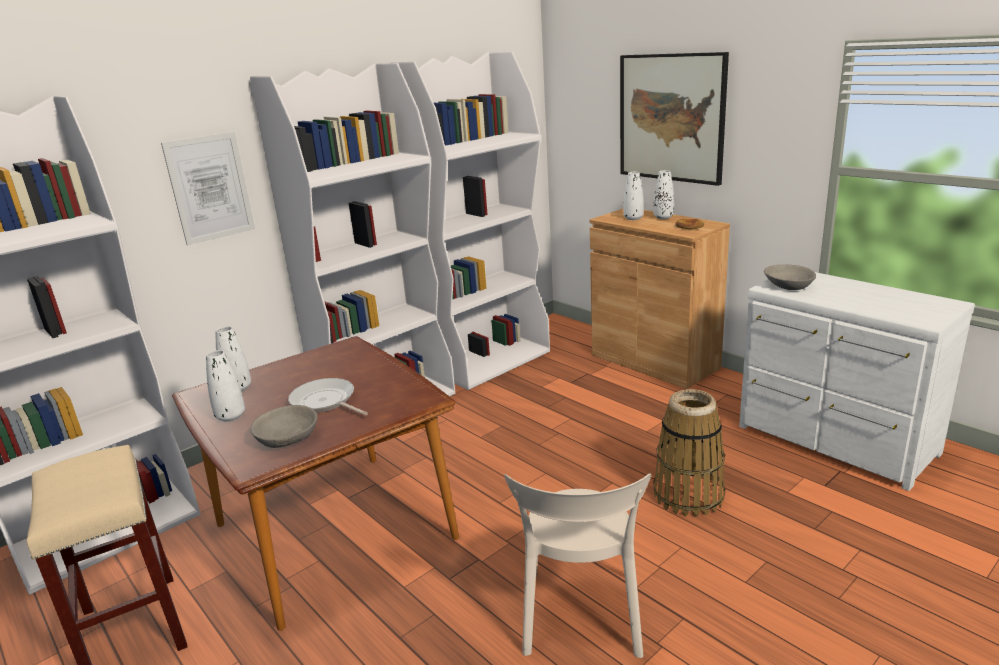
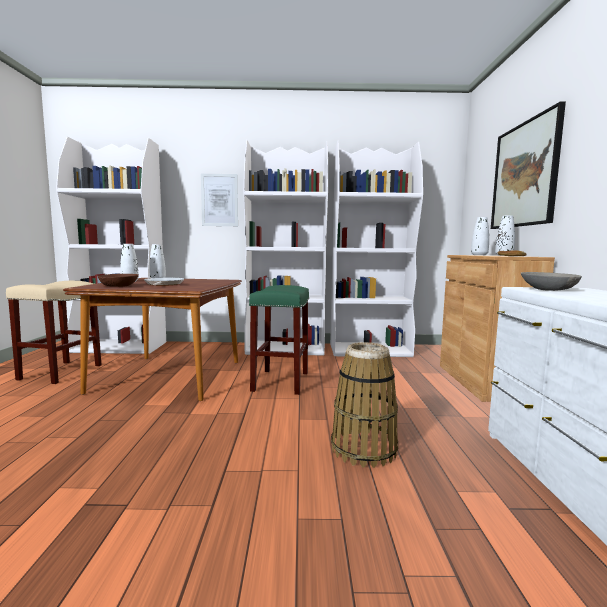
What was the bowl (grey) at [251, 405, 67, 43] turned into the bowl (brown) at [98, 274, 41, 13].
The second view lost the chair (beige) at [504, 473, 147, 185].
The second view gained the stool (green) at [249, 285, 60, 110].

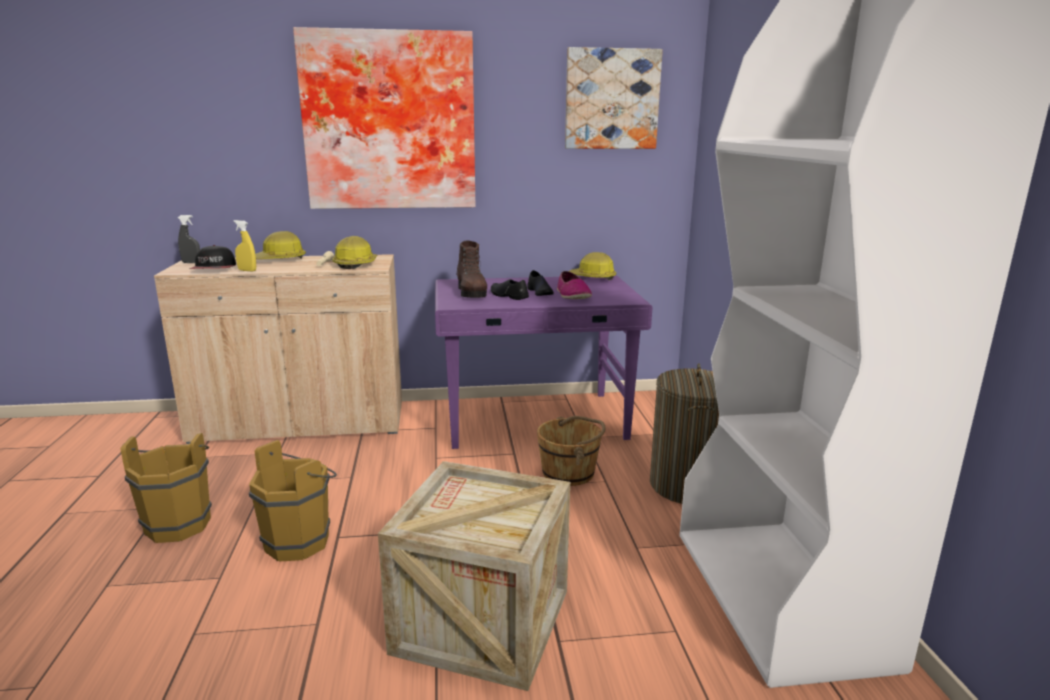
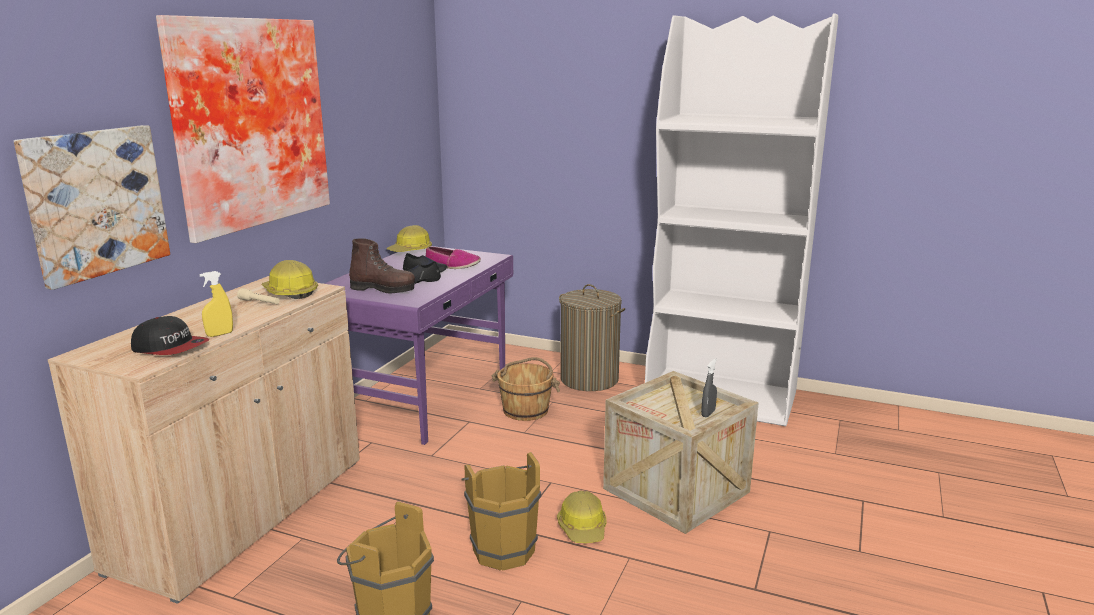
The spray bottle (grey) ended up elsewhere, having gone from [178, 215, 22, 48] to [701, 358, 16, 59].
The hard hat ended up elsewhere, having gone from [255, 231, 51, 28] to [557, 490, 49, 53].
The picture ended up elsewhere, having gone from [565, 47, 98, 102] to [14, 125, 156, 165].

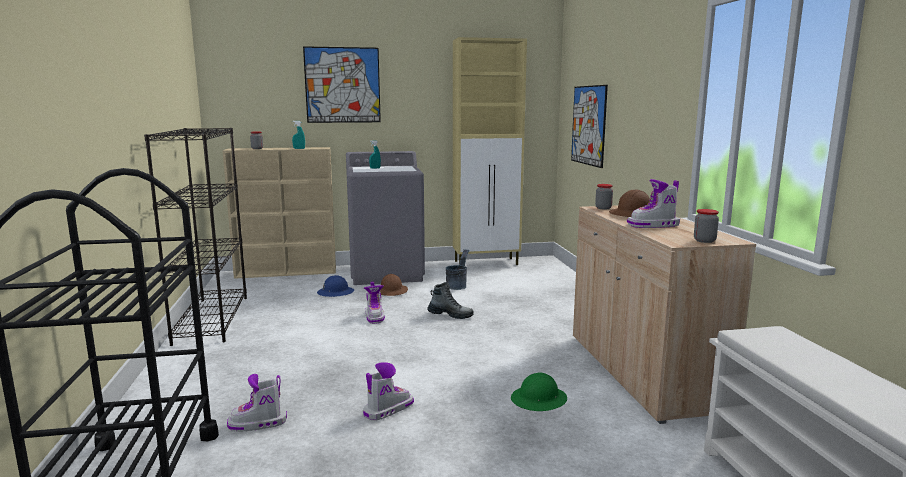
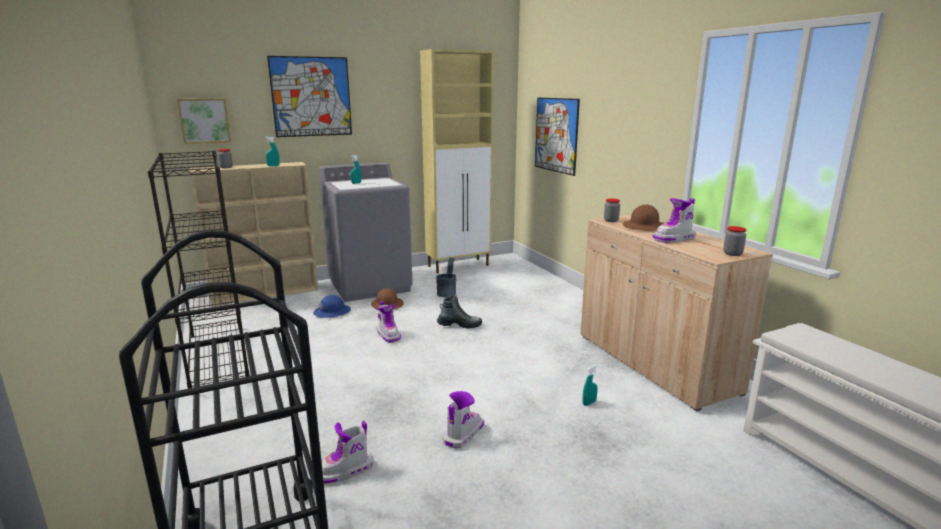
Where the hard hat (green) stood at [511, 373, 56, 38], the spray bottle (turquoise) came to stand at [583, 365, 15, 41].
The second view gained the picture at [177, 99, 54, 45].

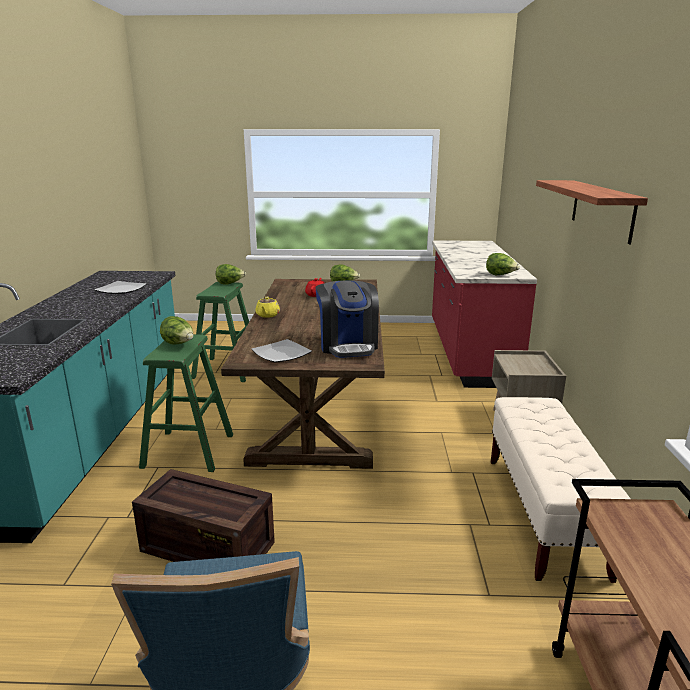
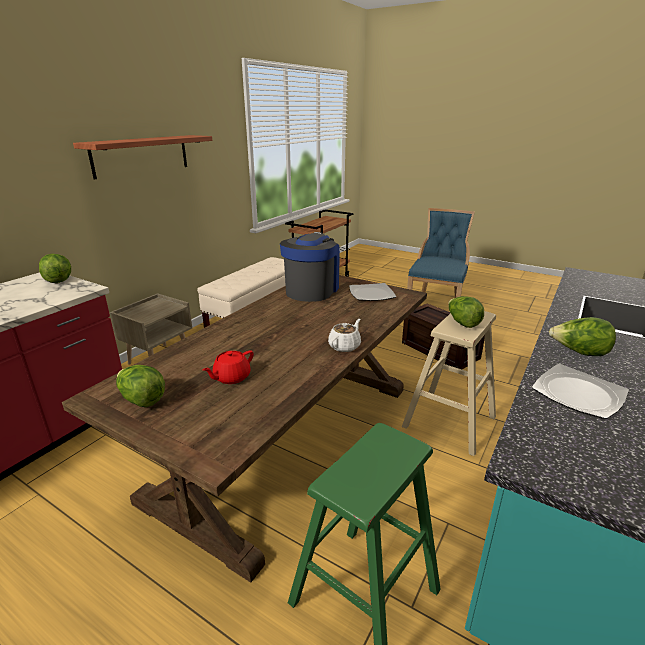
What was the stool (green) at [139, 334, 94, 138] turned into the stool (beige) at [402, 311, 94, 145].
The lettuce ended up elsewhere, having gone from [216, 264, 30, 21] to [549, 317, 67, 39].
What was the teapot (yellow) at [255, 297, 25, 21] turned into the teapot (white) at [328, 319, 33, 33].

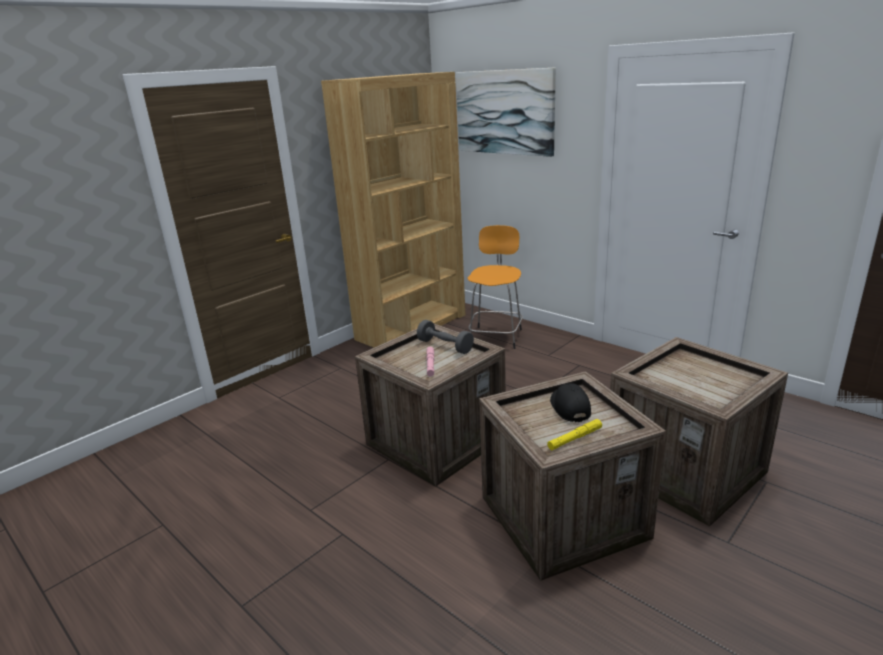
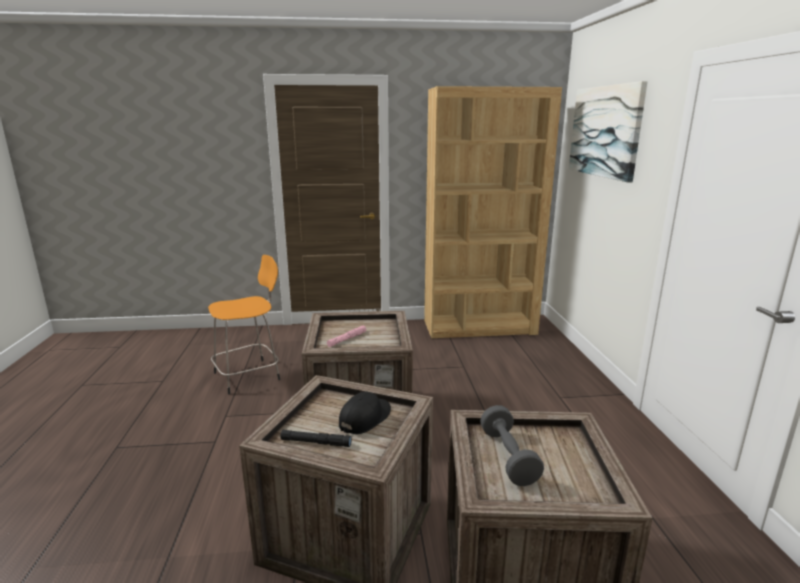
The dumbbell (grey) ended up elsewhere, having gone from [417, 320, 57, 34] to [480, 405, 64, 81].
The stool (orange) ended up elsewhere, having gone from [468, 225, 55, 124] to [208, 255, 72, 140].
What was the flashlight (yellow) at [547, 419, 55, 31] turned into the flashlight (black) at [280, 430, 72, 17].

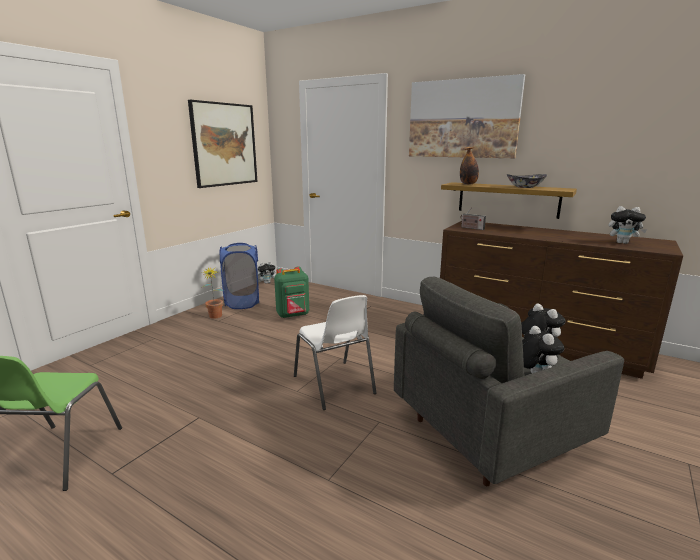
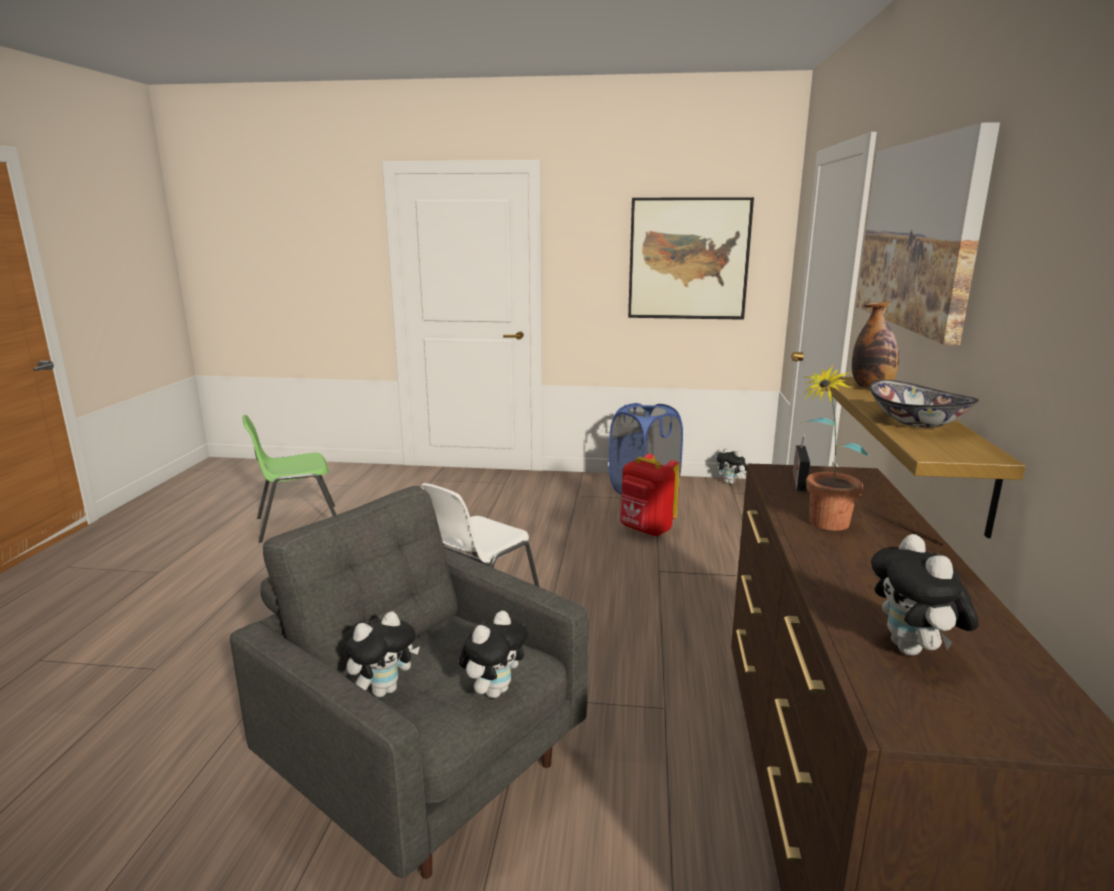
The potted plant ended up elsewhere, having gone from [201, 268, 23, 51] to [800, 364, 69, 167].
What was the backpack (green) at [274, 266, 35, 52] turned into the backpack (red) at [620, 454, 60, 83].

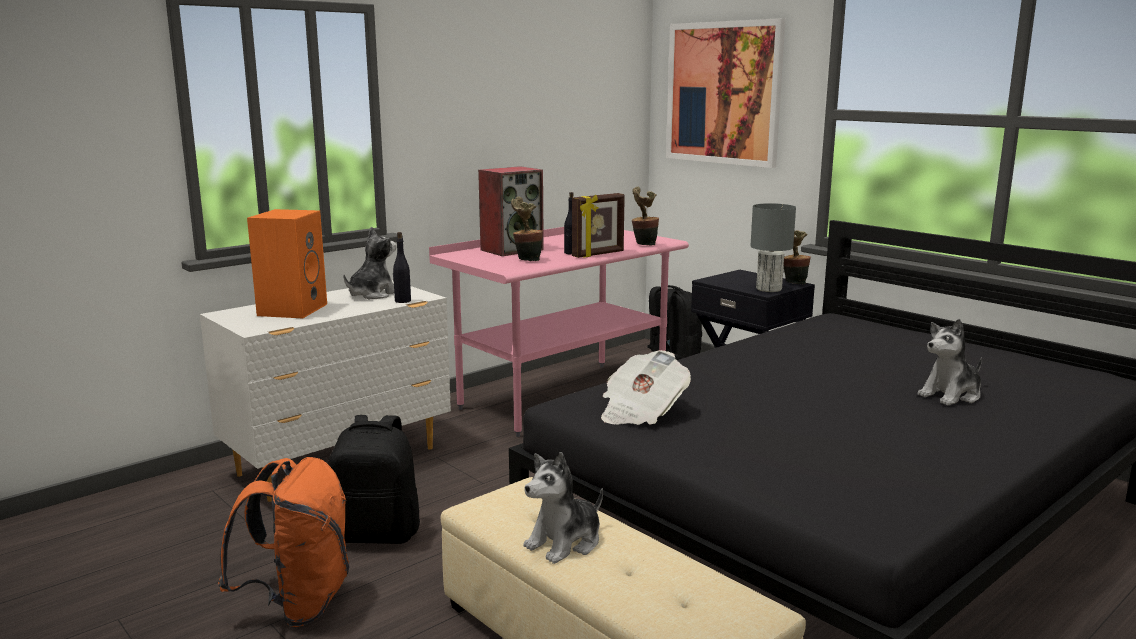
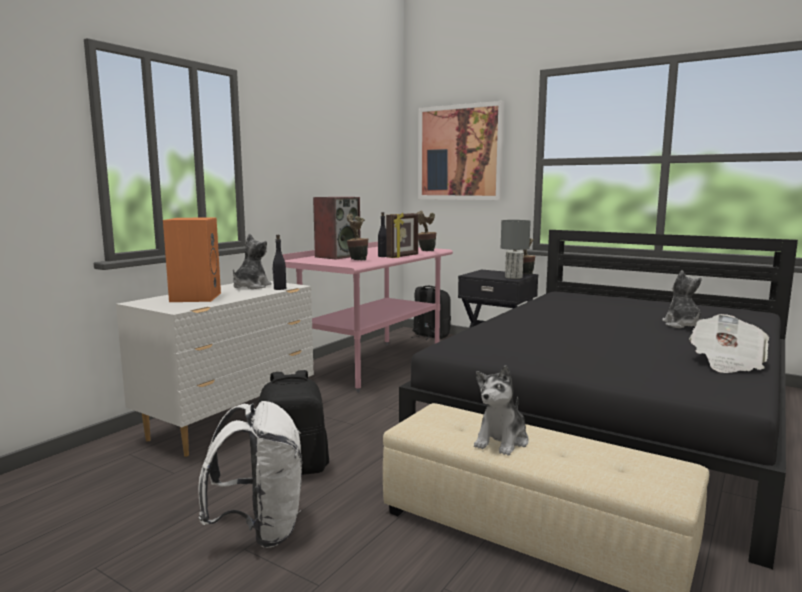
What was the backpack (orange) at [218, 457, 131, 170] turned into the backpack (white) at [198, 401, 104, 147].
The newspaper ended up elsewhere, having gone from [601, 350, 90, 75] to [689, 314, 80, 59].
The plush toy at [917, 319, 65, 87] ended up facing another way, 135 degrees clockwise from before.

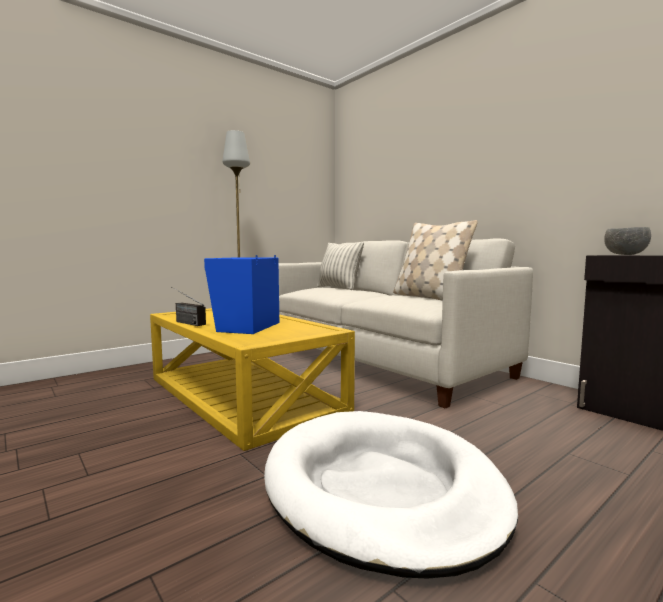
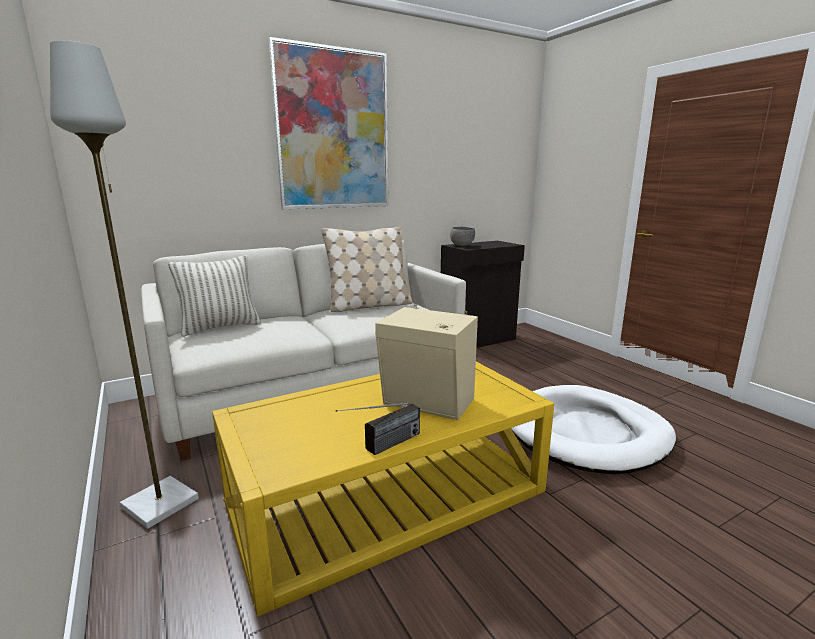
What was the speaker (blue) at [204, 255, 75, 79] turned into the speaker (beige) at [375, 305, 103, 115].
The second view gained the picture at [268, 37, 120, 172].

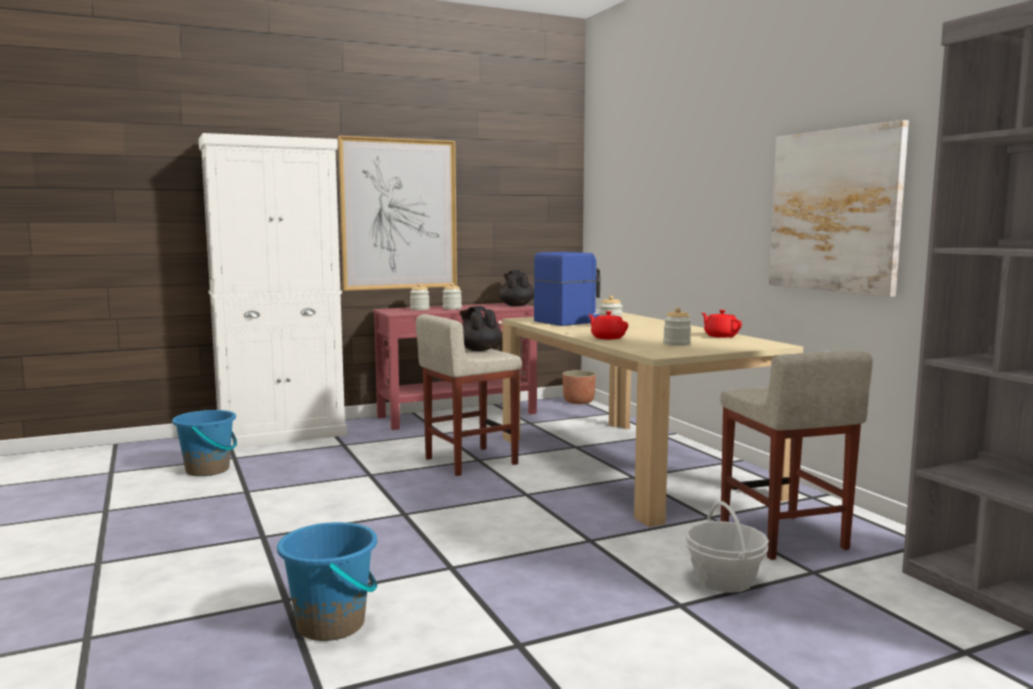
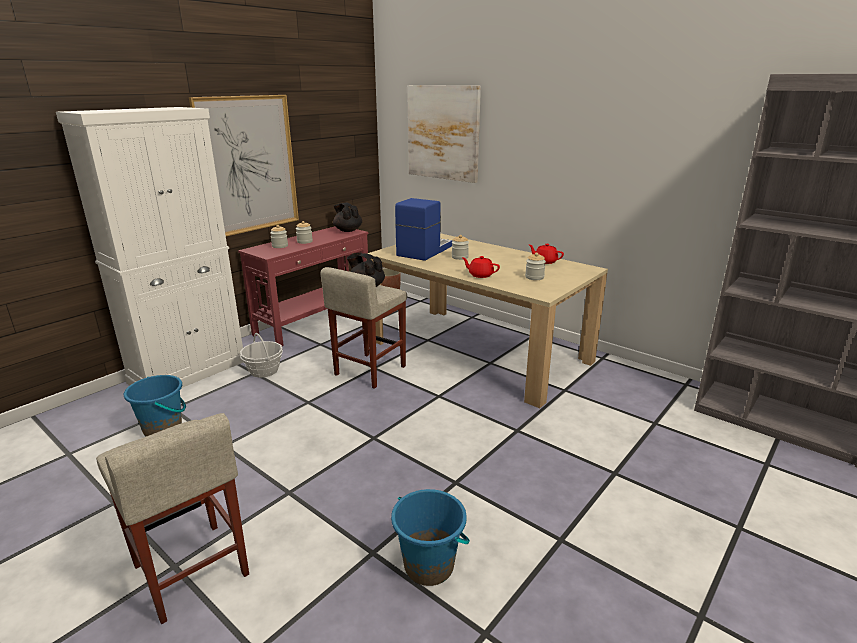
The basket ended up elsewhere, having gone from [684, 501, 85, 92] to [240, 333, 43, 45].
The stool (beige) ended up elsewhere, having gone from [721, 351, 152, 209] to [96, 413, 153, 211].
The picture ended up elsewhere, having gone from [769, 120, 140, 177] to [407, 85, 74, 98].

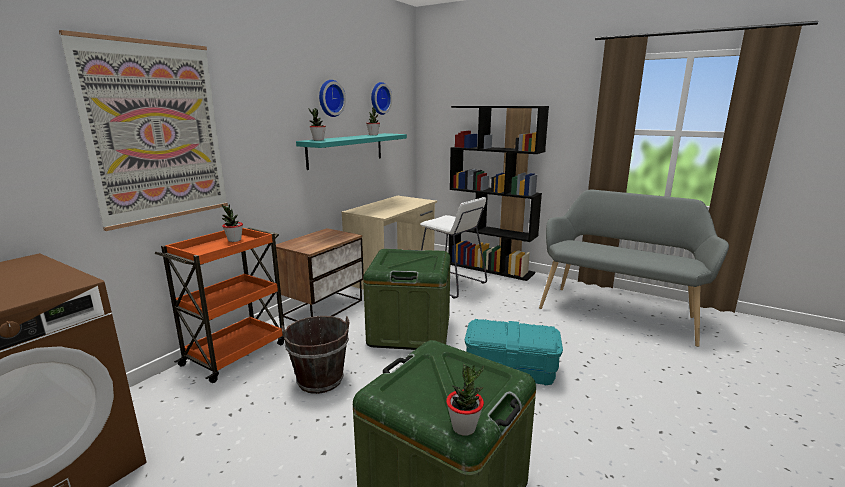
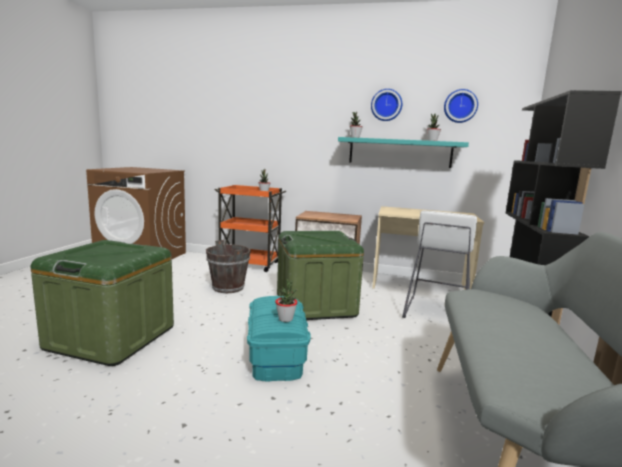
The second view lost the picture at [59, 30, 169, 201].
The potted plant ended up elsewhere, having gone from [446, 364, 38, 72] to [275, 279, 23, 43].

